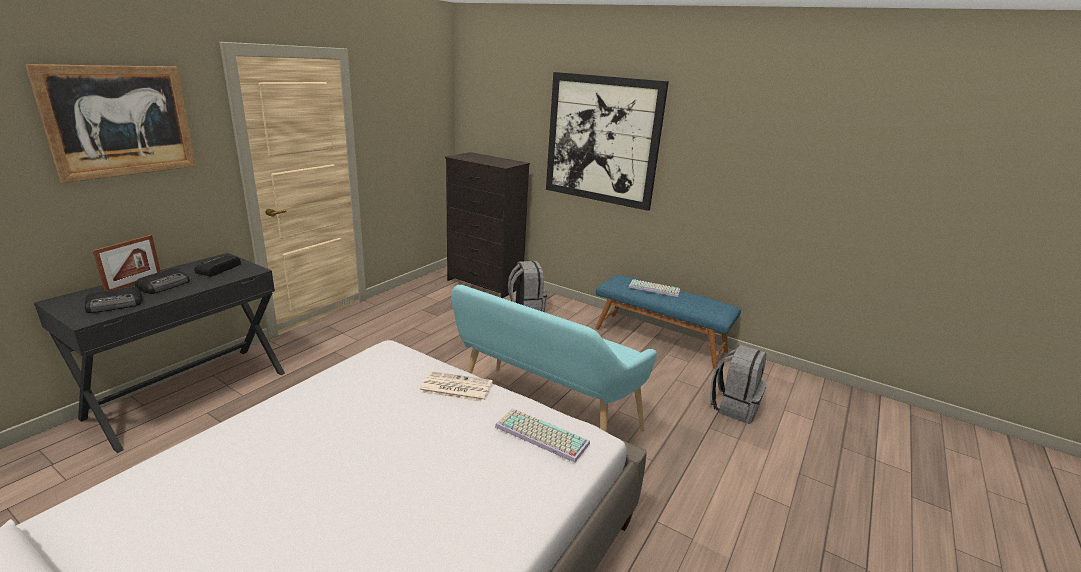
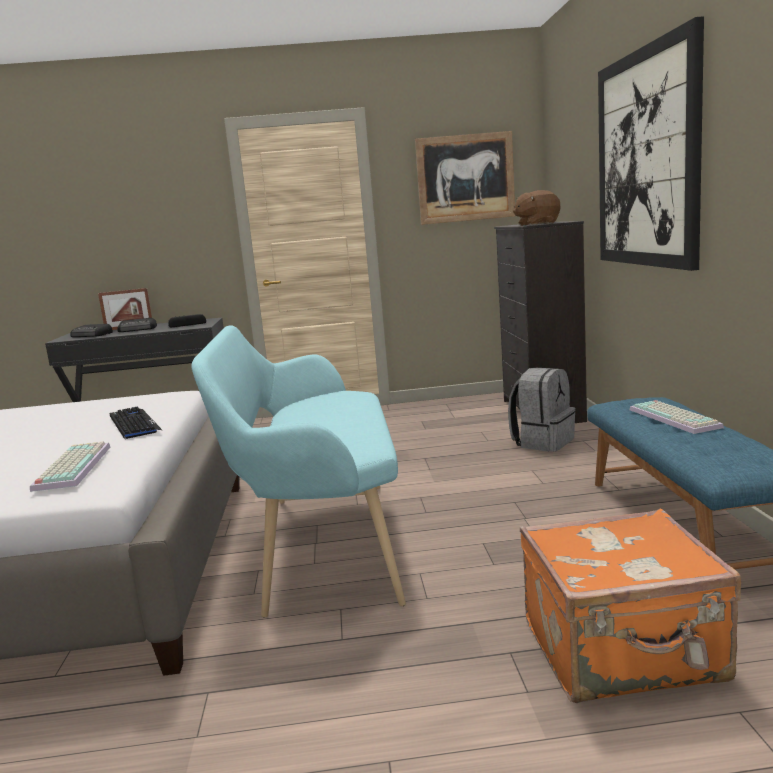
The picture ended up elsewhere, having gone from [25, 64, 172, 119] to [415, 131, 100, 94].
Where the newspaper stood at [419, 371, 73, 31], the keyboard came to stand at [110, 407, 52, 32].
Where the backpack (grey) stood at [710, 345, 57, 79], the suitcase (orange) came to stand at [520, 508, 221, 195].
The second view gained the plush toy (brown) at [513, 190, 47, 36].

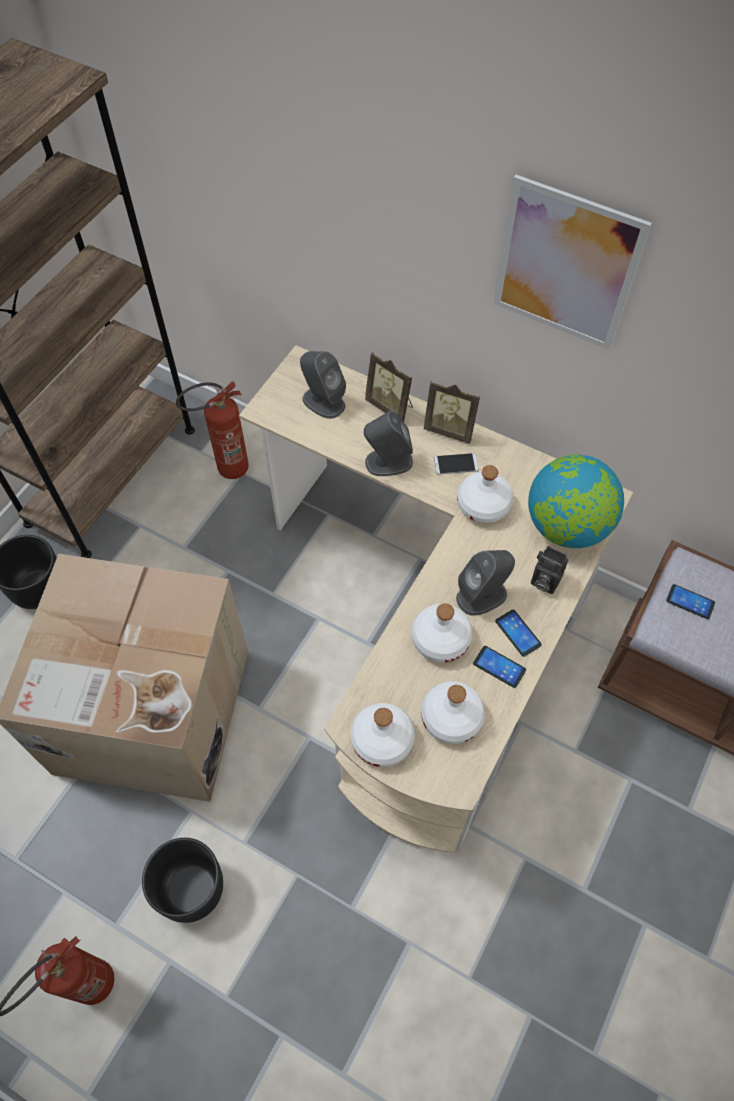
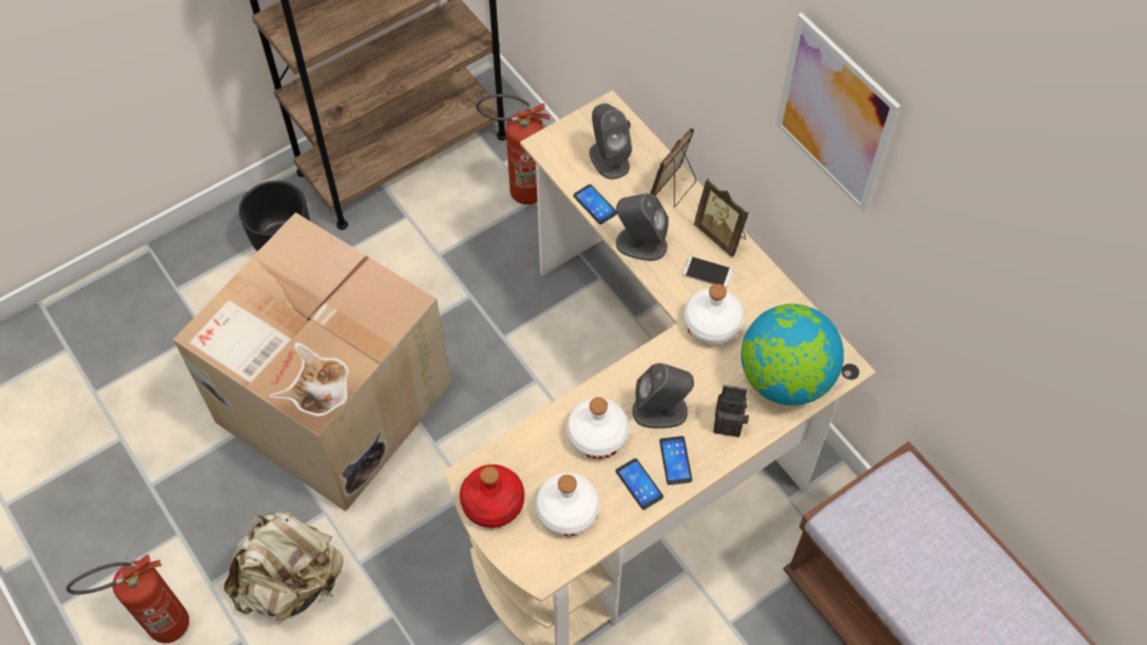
Where the planter (black) stood at [142, 838, 81, 85], the backpack (beige) came to stand at [224, 511, 120, 110].
What was the bottle (white) at [351, 703, 64, 64] turned into the bottle (red) at [460, 464, 65, 64].
The picture frame at [365, 352, 48, 70] ended up facing another way, 60 degrees clockwise from before.
The photo camera at [531, 546, 37, 48] ended up facing another way, 135 degrees clockwise from before.
The phone ended up elsewhere, having gone from [666, 584, 49, 35] to [573, 184, 44, 40].

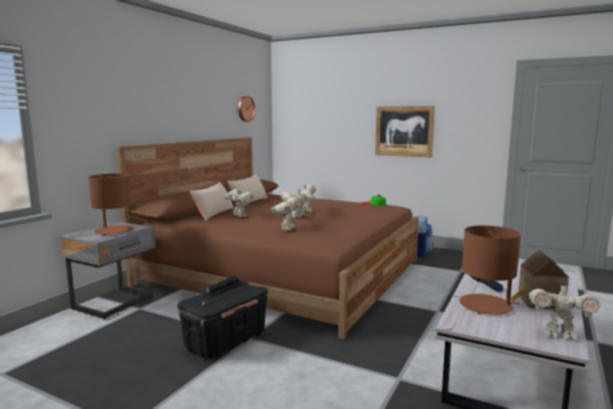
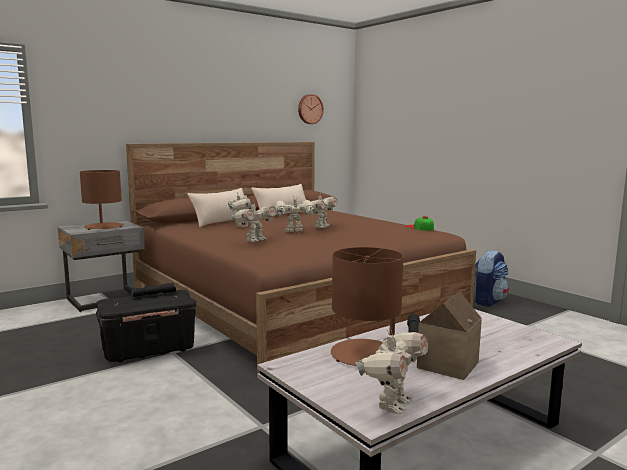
The second view lost the picture at [375, 106, 60, 51].
The toy robot at [529, 280, 70, 60] ended up facing another way, 105 degrees counterclockwise from before.

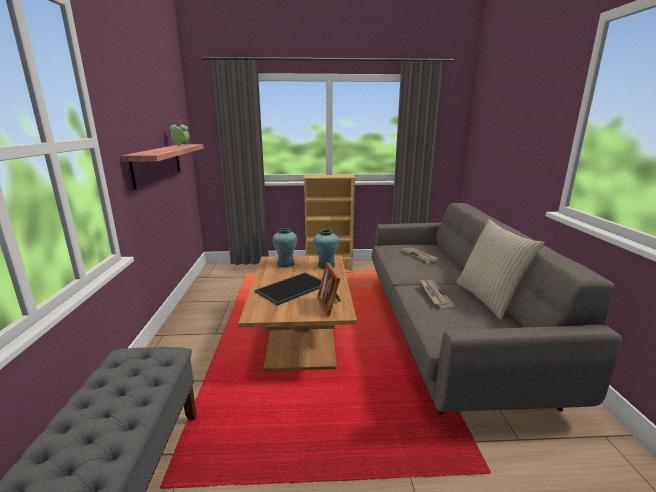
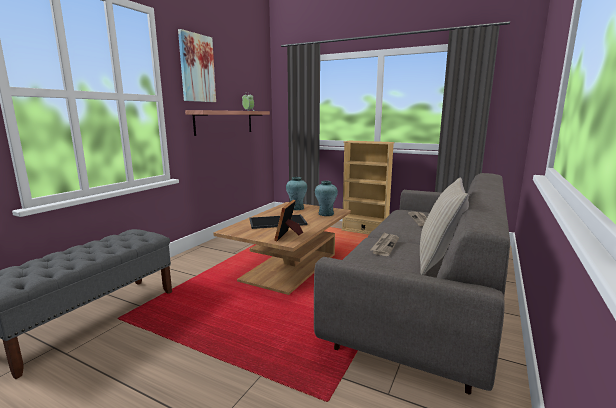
The second view gained the picture at [178, 29, 38, 73].

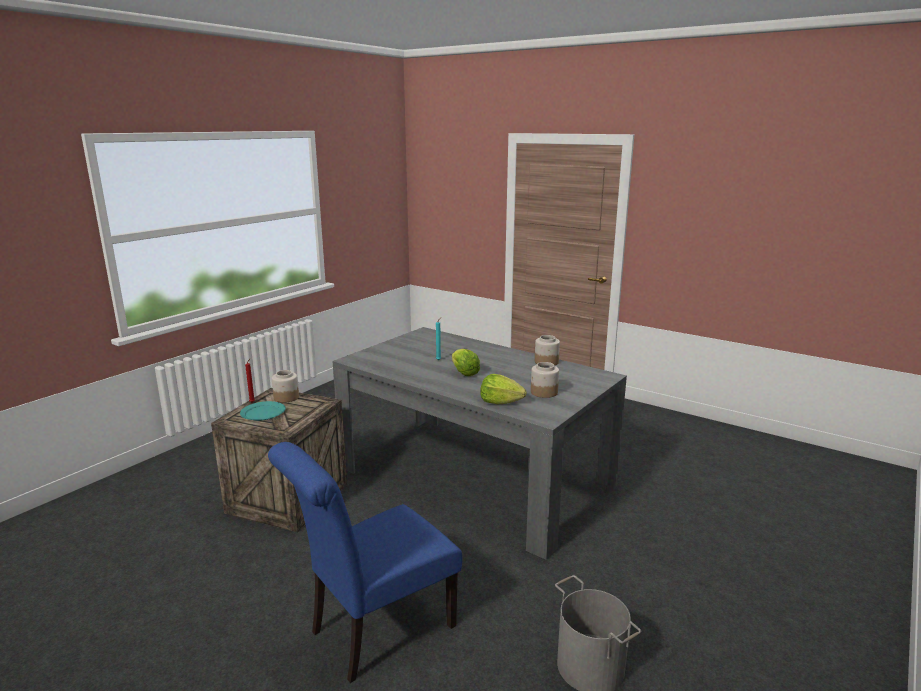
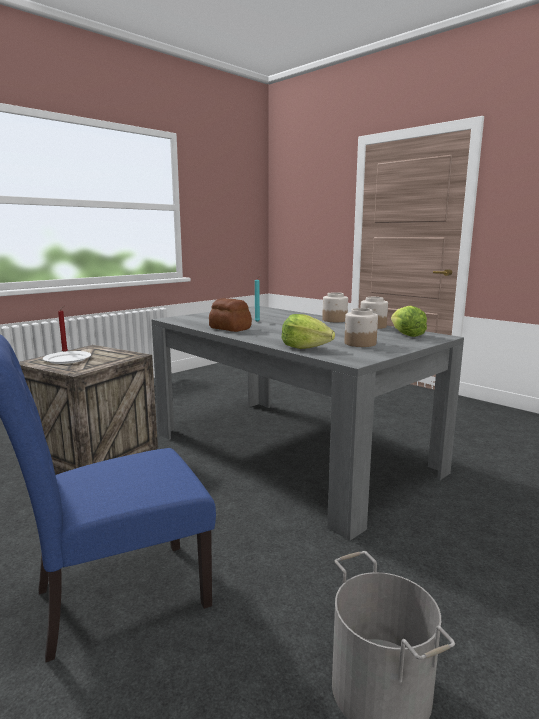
What was the plate (turquoise) at [240, 401, 46, 20] turned into the plate (white) at [43, 351, 48, 13].
The jar ended up elsewhere, having gone from [272, 370, 27, 33] to [322, 292, 26, 30].
The lettuce ended up elsewhere, having gone from [452, 349, 28, 27] to [391, 306, 36, 31].
The second view gained the bread at [209, 298, 43, 34].

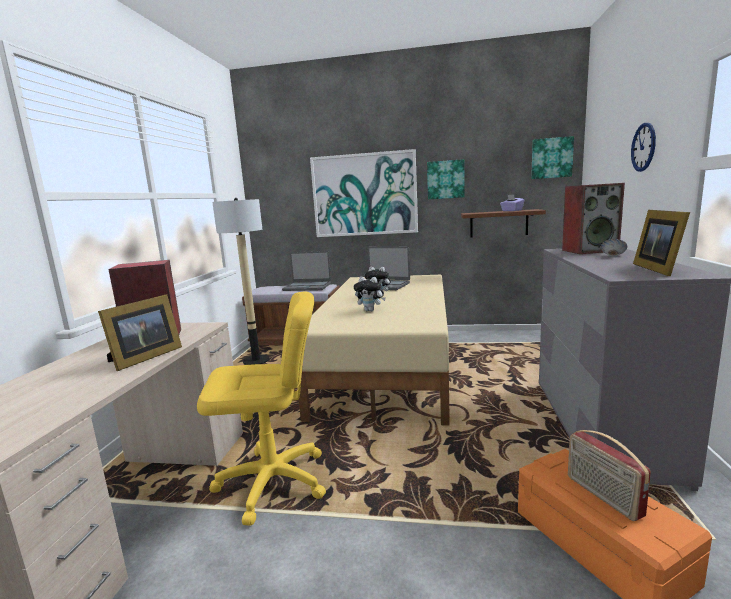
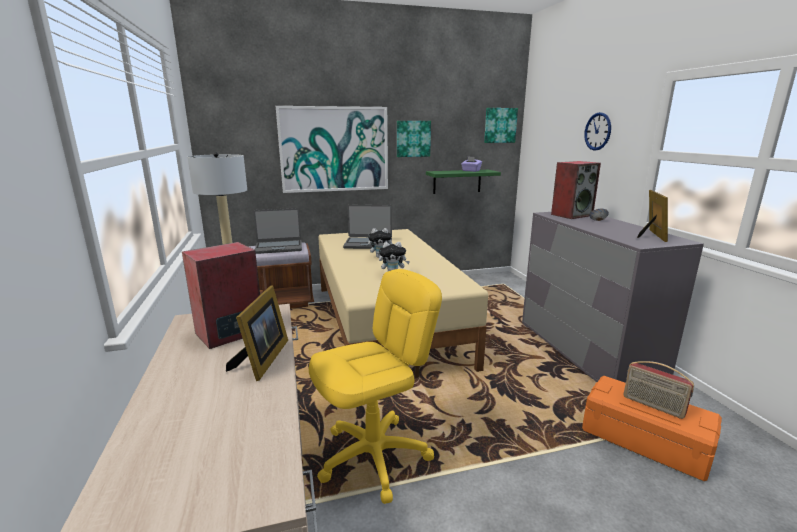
What was the shelf (brown) at [461, 209, 85, 29] turned into the shelf (green) at [426, 170, 75, 24].
The picture frame at [633, 210, 57, 66] ended up facing another way, 150 degrees counterclockwise from before.

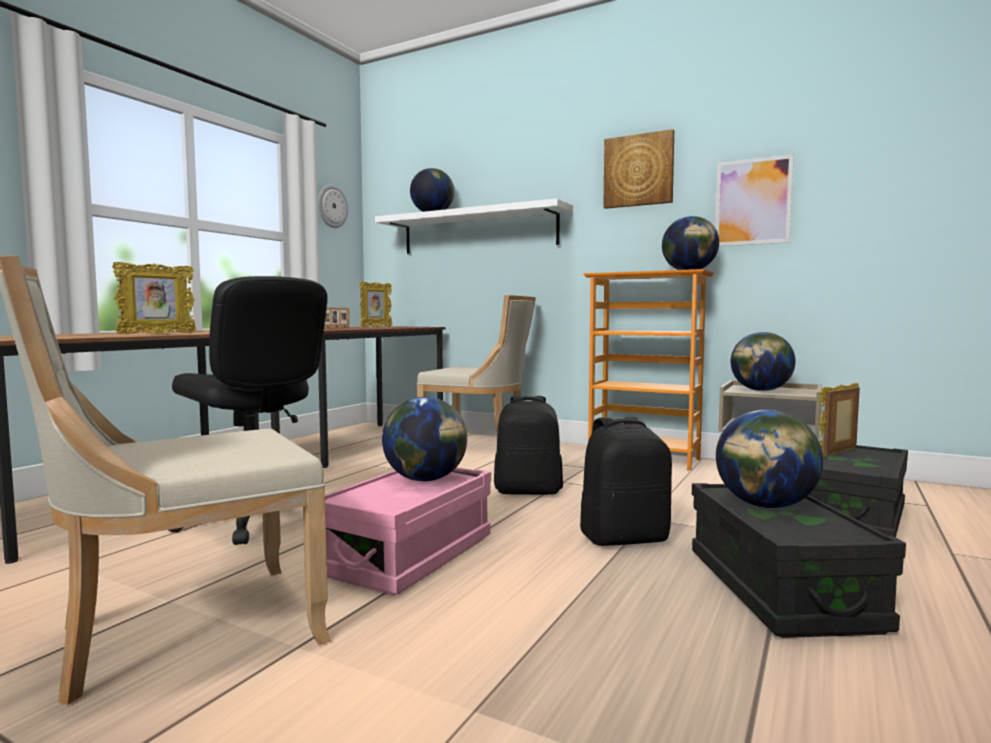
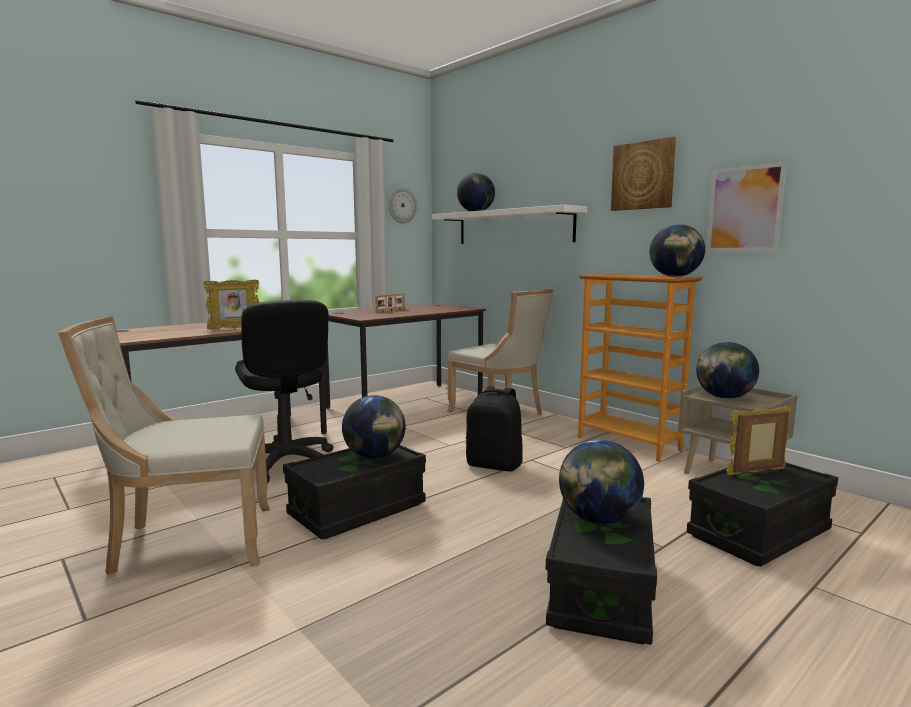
What was the storage box (pink) at [325, 468, 166, 127] turned into the storage box (black) at [283, 445, 143, 95].
The second view lost the picture frame at [359, 282, 33, 45].
The second view lost the backpack (black) at [580, 417, 92, 129].

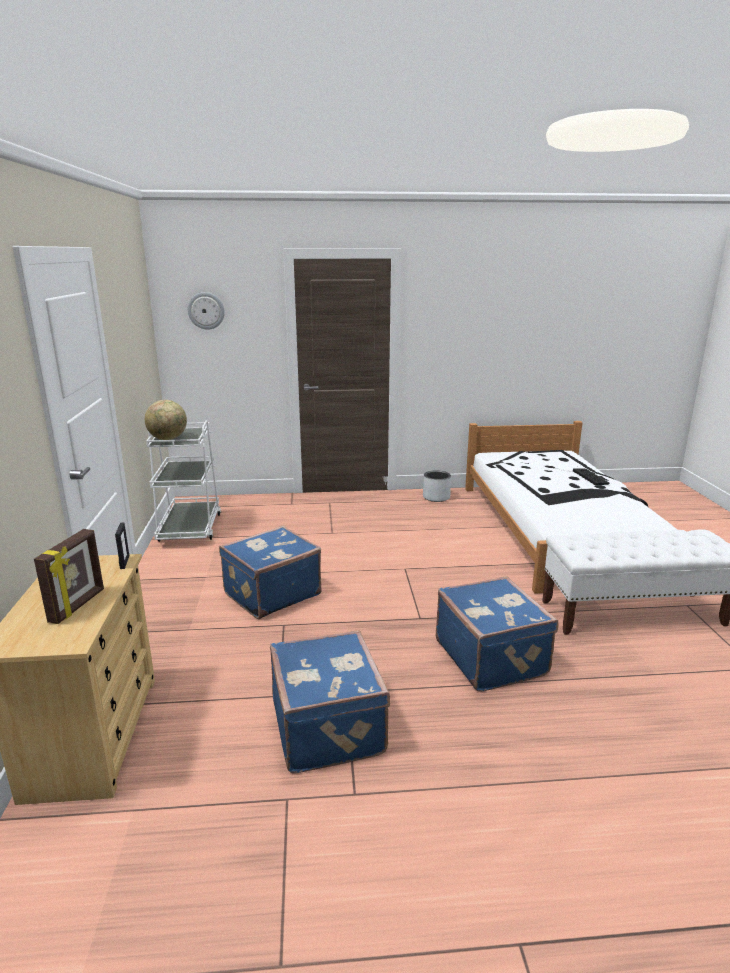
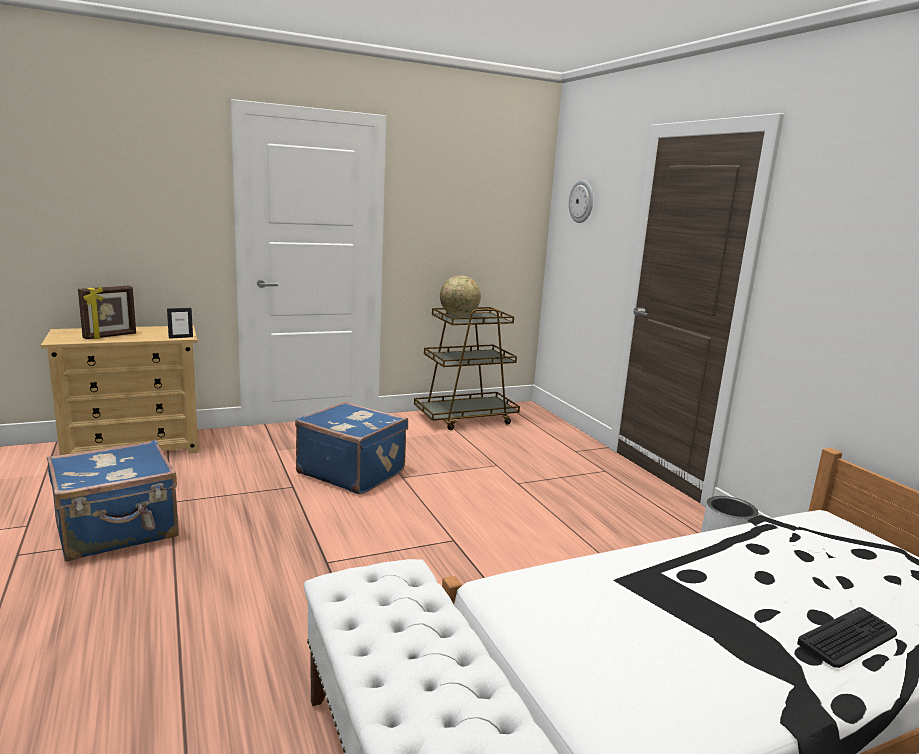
The picture frame at [34, 529, 70, 95] ended up facing another way, 45 degrees counterclockwise from before.
What was the cart (white) at [146, 420, 75, 122] turned into the cart (brown) at [414, 307, 106, 123].
The second view lost the suitcase (blue) at [436, 576, 122, 116].

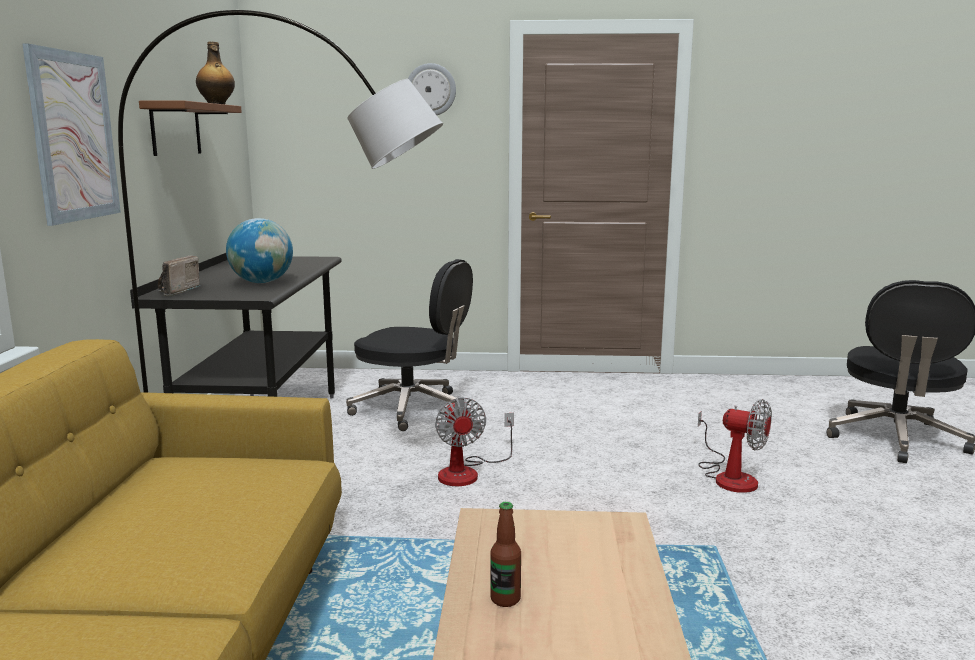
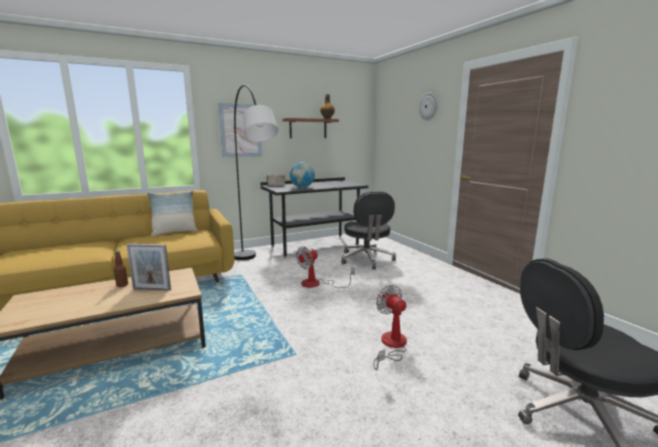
The fan at [698, 399, 74, 94] ended up facing another way, 150 degrees clockwise from before.
The second view gained the picture frame at [127, 244, 44, 47].
The second view gained the pillow at [148, 191, 50, 45].

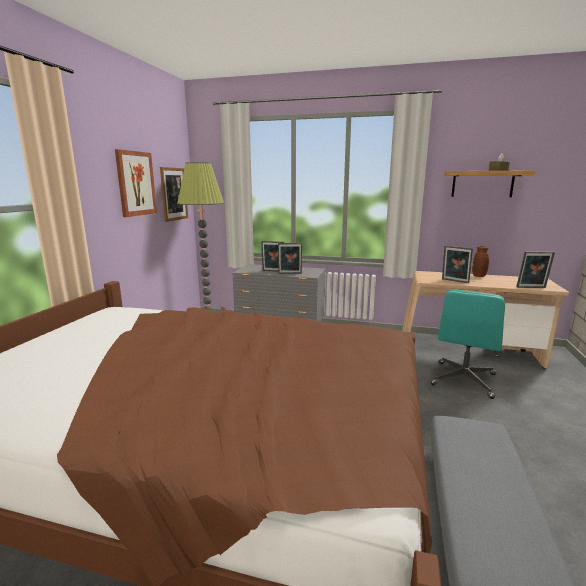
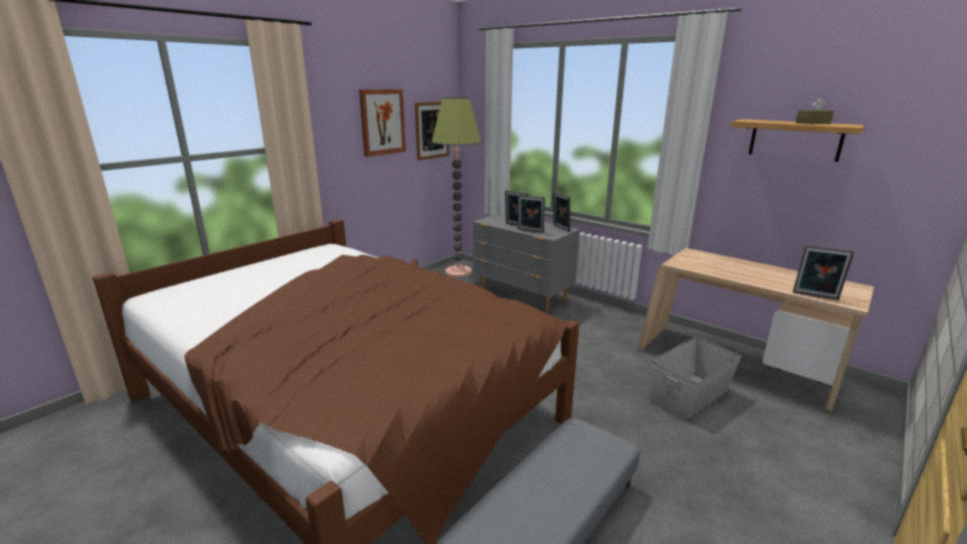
Where the office chair (turquoise) stood at [431, 290, 74, 109], the storage box (grey) came to stand at [651, 337, 91, 84].
The picture frame ended up elsewhere, having gone from [442, 246, 31, 37] to [553, 192, 17, 40].
The second view lost the vase (brown) at [472, 246, 17, 31].

